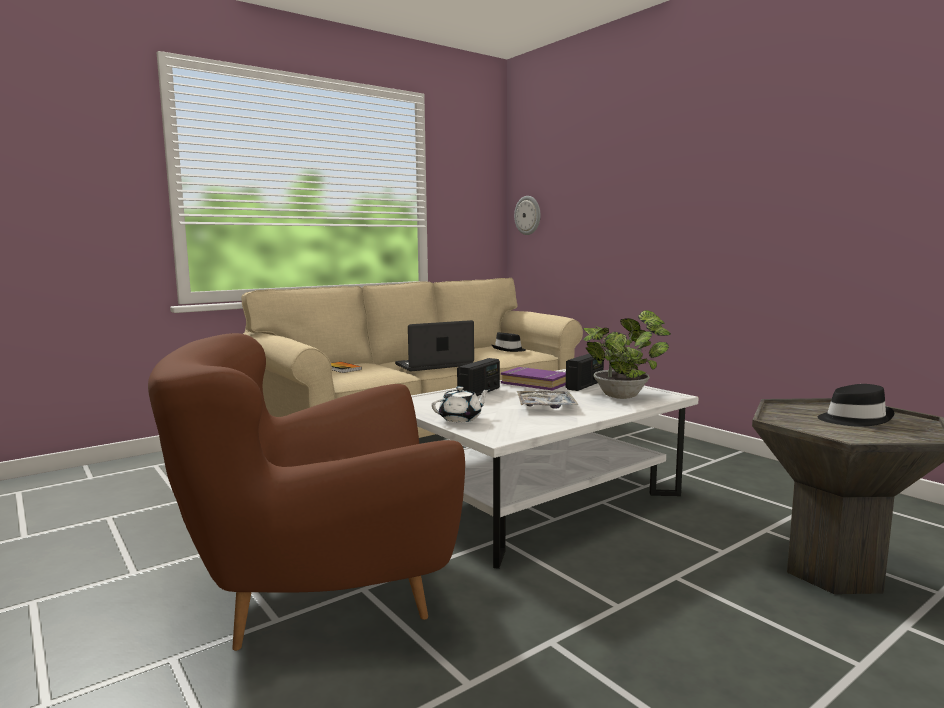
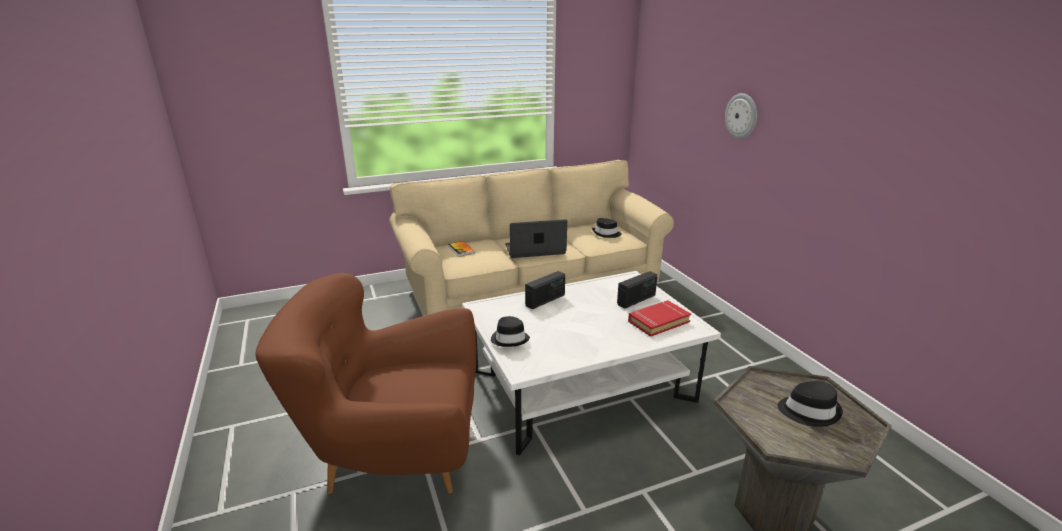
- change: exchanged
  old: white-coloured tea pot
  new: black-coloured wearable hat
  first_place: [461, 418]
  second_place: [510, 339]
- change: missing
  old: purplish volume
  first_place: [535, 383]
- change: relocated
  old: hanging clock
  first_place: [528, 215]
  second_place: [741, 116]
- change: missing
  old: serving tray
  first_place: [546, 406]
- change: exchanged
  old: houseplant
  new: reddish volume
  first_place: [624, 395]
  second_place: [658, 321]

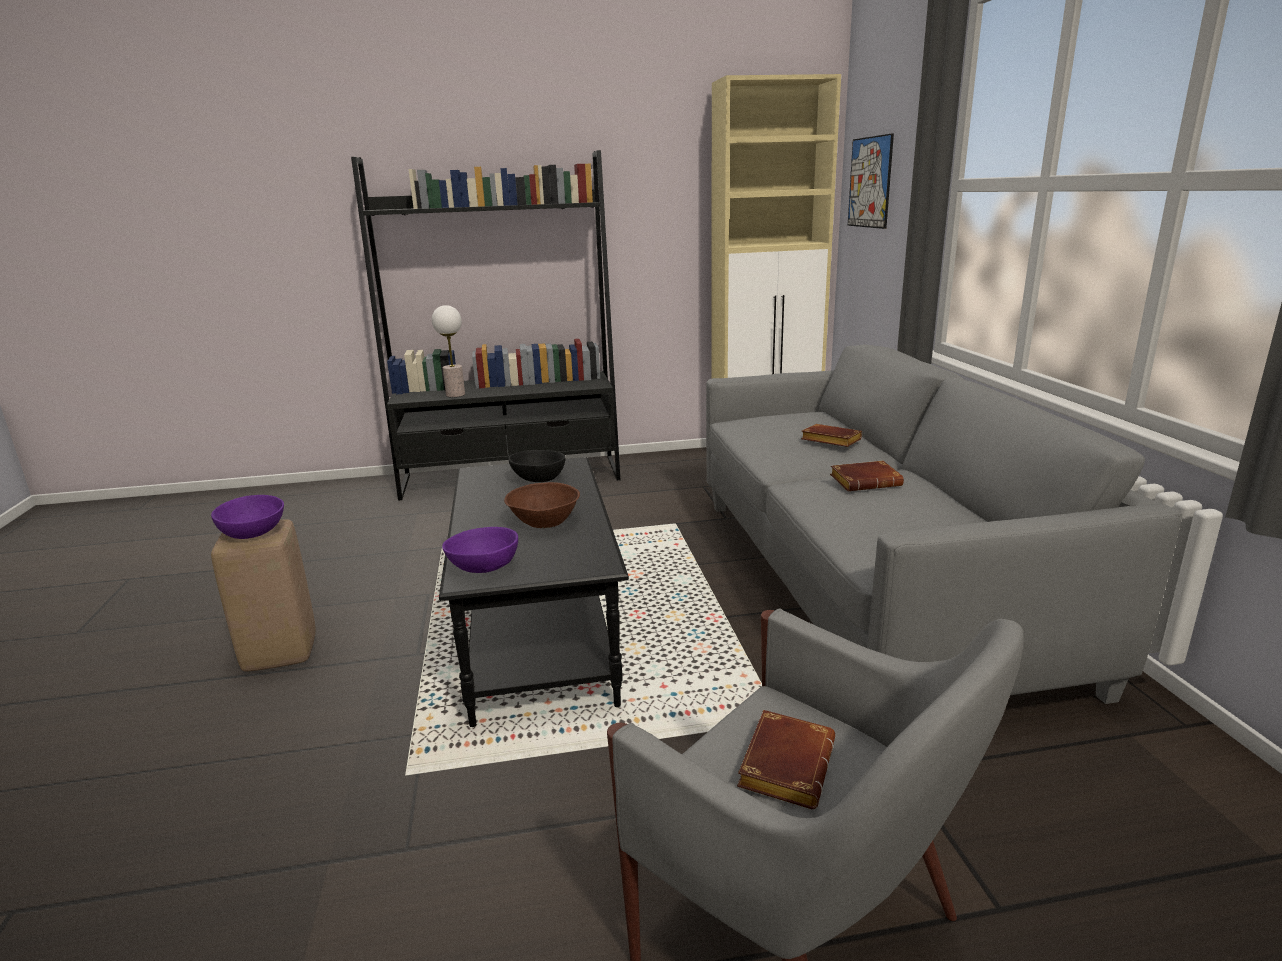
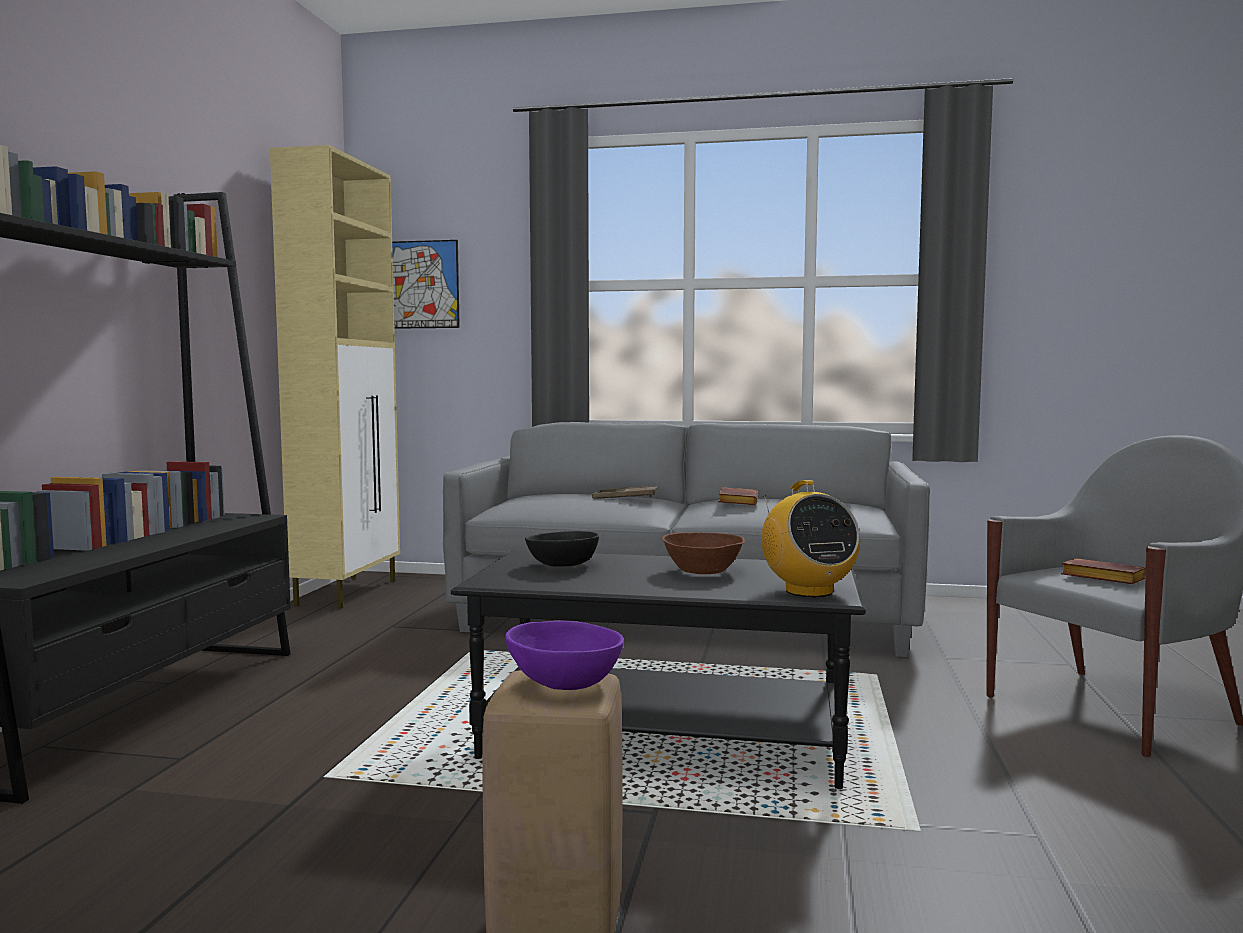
- change: missing
  old: table lamp
  first_place: [456, 394]
- change: exchanged
  old: purplish deep dish
  new: radio set
  first_place: [485, 567]
  second_place: [808, 591]
- change: exchanged
  old: brown-coloured volume
  new: brown-coloured serving tray
  first_place: [829, 441]
  second_place: [625, 497]

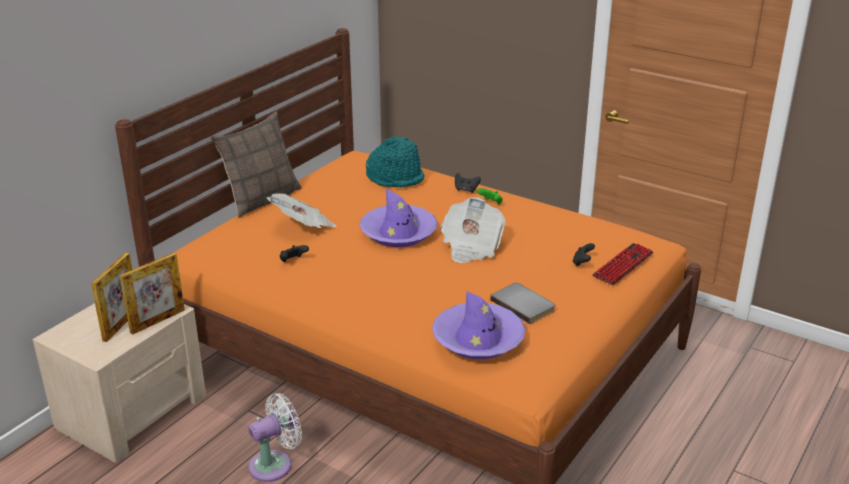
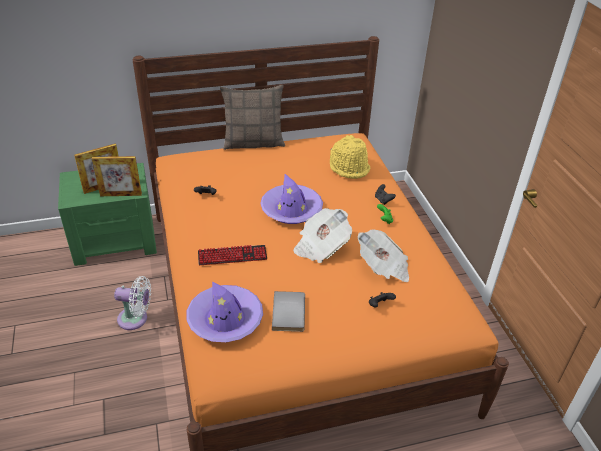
- change: colour
  old: beige bedside table
  new: greenish bedside table
  first_place: [133, 411]
  second_place: [115, 240]
- change: relocated
  old: newspaper
  first_place: [303, 227]
  second_place: [383, 267]
- change: colour
  old: turquoise-coloured wearable hat
  new: yellowish wearable hat
  first_place: [395, 178]
  second_place: [349, 167]
- change: relocated
  old: PC keyboard
  first_place: [623, 265]
  second_place: [232, 256]

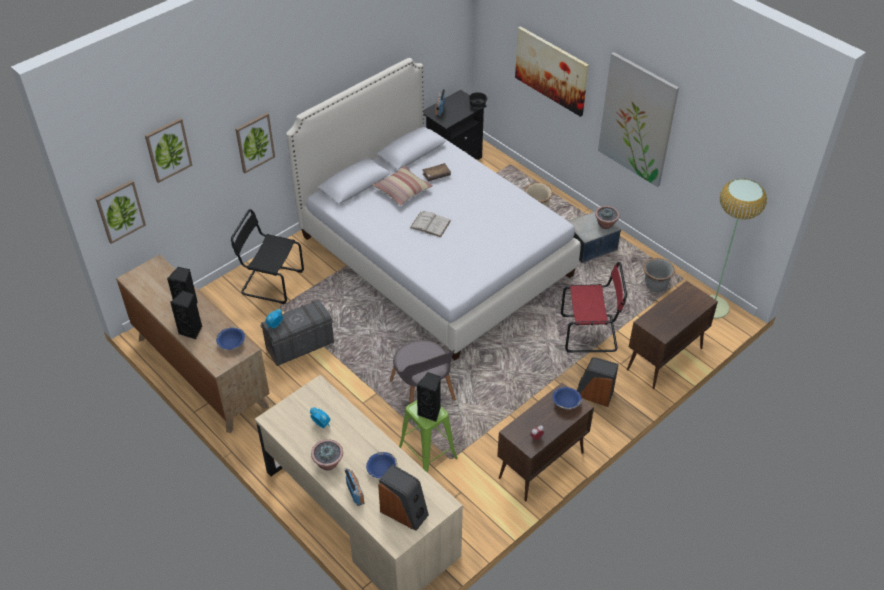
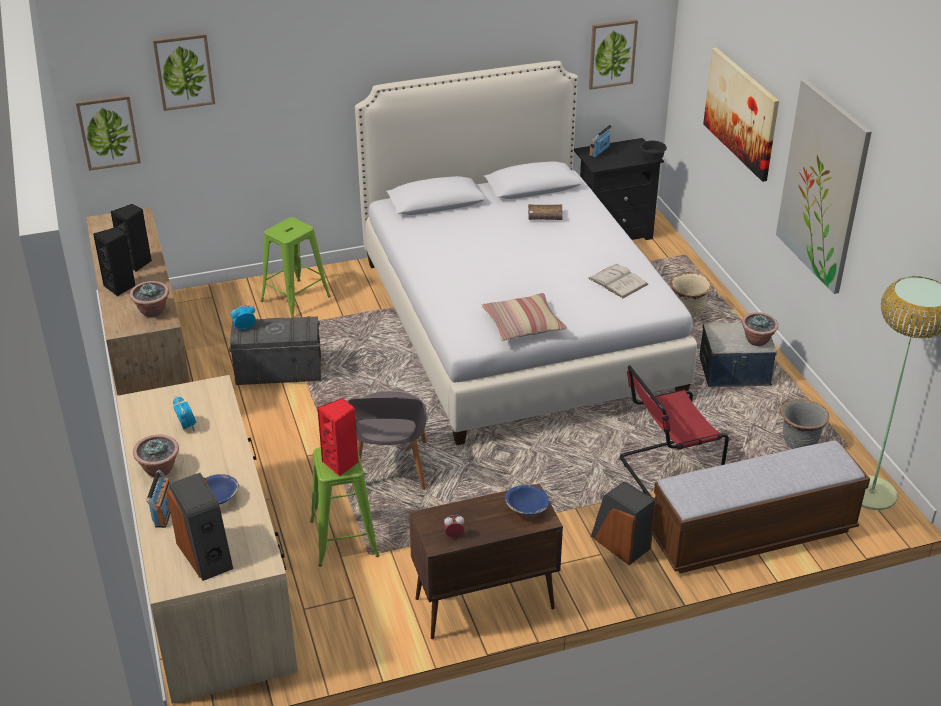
- change: exchanged
  old: bluish deep dish
  new: houseplant
  first_place: [231, 343]
  second_place: [152, 311]
- change: exchanged
  old: black-coloured chair
  new: greenish sitting stool
  first_place: [270, 282]
  second_place: [295, 299]
- change: relocated
  old: picture
  first_place: [254, 142]
  second_place: [612, 53]
- change: relocated
  old: throw pillow
  first_place: [402, 190]
  second_place: [523, 325]
- change: relocated
  old: white-coloured volume
  first_place: [430, 224]
  second_place: [618, 281]
- change: colour
  old: black-coloured loudspeaker
  new: reddish loudspeaker
  first_place: [430, 412]
  second_place: [341, 463]
- change: spun
  old: reddish chair
  first_place: [591, 333]
  second_place: [665, 471]
  degrees: 135
- change: exchanged
  old: brown-coloured cabinet
  new: bench
  first_place: [664, 359]
  second_place: [752, 534]

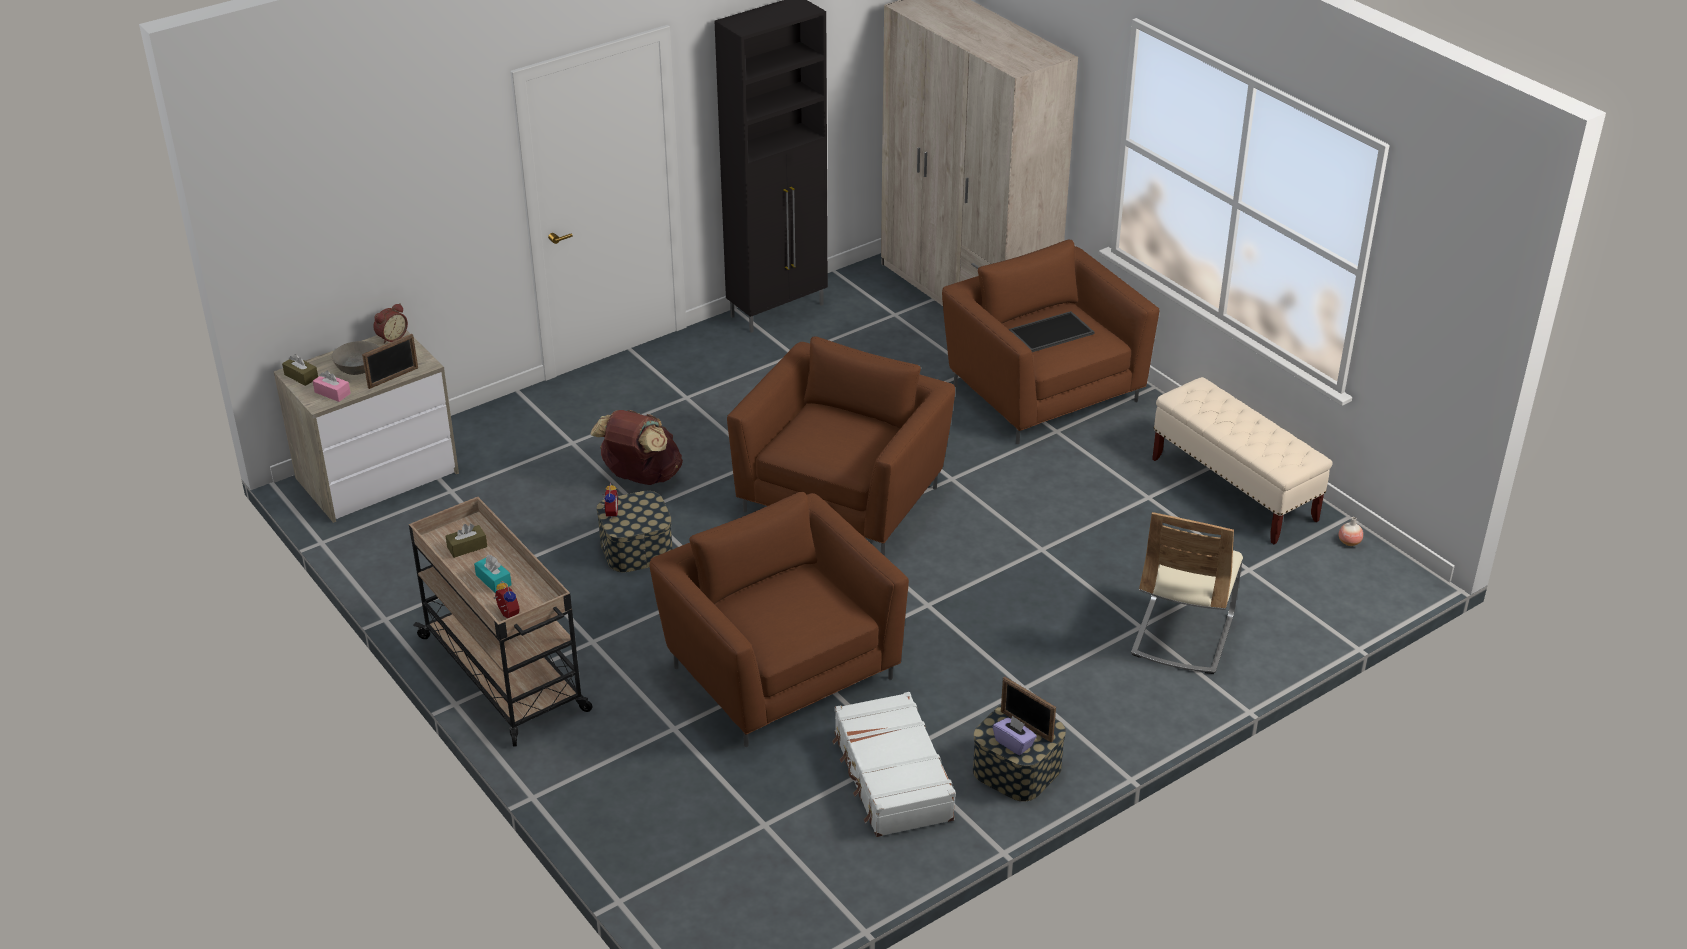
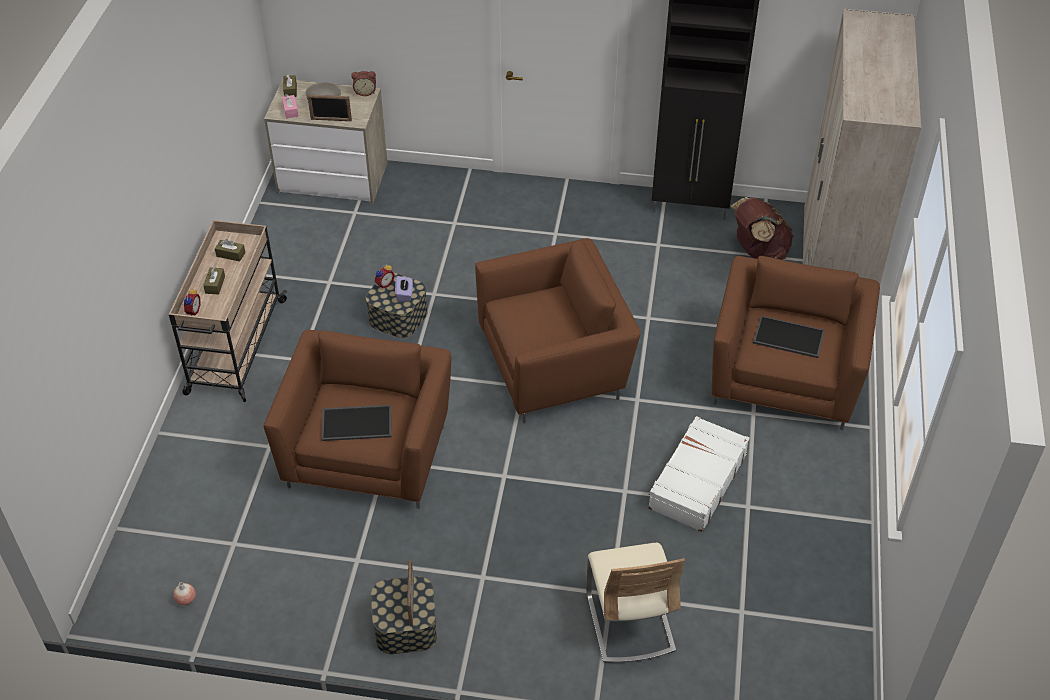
- change: colour
  old: turquoise-coloured tissue box
  new: brown-coloured tissue box
  first_place: [493, 580]
  second_place: [215, 285]
- change: relocated
  old: brown-coloured rucksack
  first_place: [640, 477]
  second_place: [758, 252]
- change: relocated
  old: white-coloured travel case
  first_place: [891, 777]
  second_place: [696, 481]
- change: relocated
  old: purplish tissue box
  first_place: [1014, 743]
  second_place: [404, 294]
- change: spun
  old: beige chair
  first_place: [1182, 634]
  second_place: [630, 621]
  degrees: -75
- change: missing
  old: beige bench
  first_place: [1234, 490]
- change: relocated
  old: flower vase
  first_place: [1349, 542]
  second_place: [186, 599]
- change: appeared
  new: serving tray
  second_place: [357, 422]

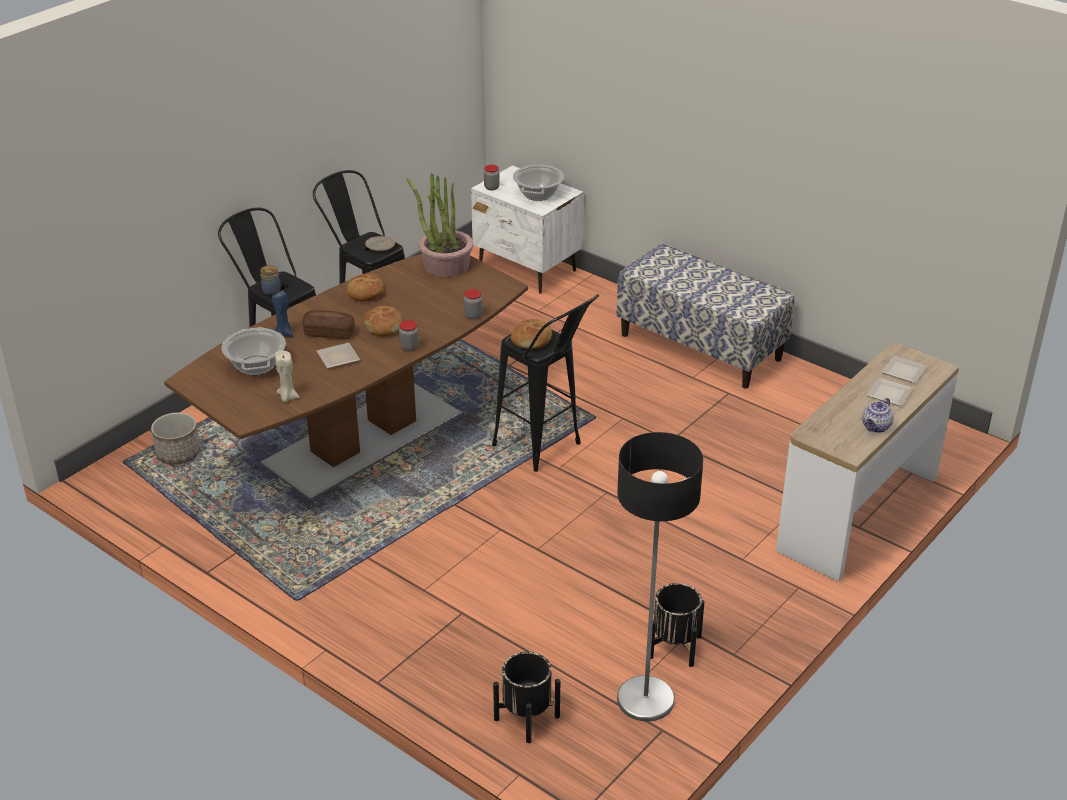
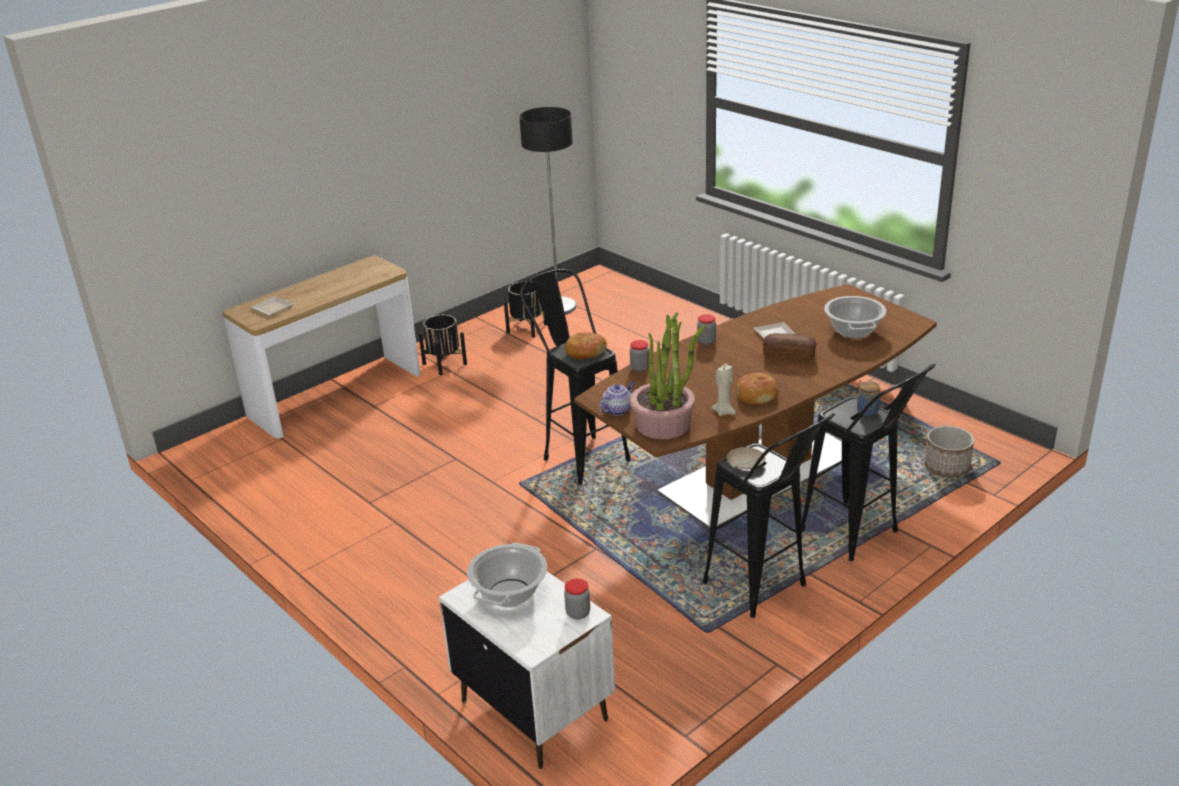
- change: missing
  old: bluish wax candle
  first_place: [284, 334]
- change: relocated
  old: beige wax candle
  first_place: [287, 397]
  second_place: [724, 412]
- change: missing
  old: bread
  first_place: [384, 326]
- change: relocated
  old: black-coloured flower pot
  first_place: [527, 718]
  second_place: [444, 363]
- change: missing
  old: bench
  first_place: [701, 347]
- change: relocated
  old: tea pot
  first_place: [876, 427]
  second_place: [617, 410]
- change: missing
  old: plate
  first_place: [890, 394]

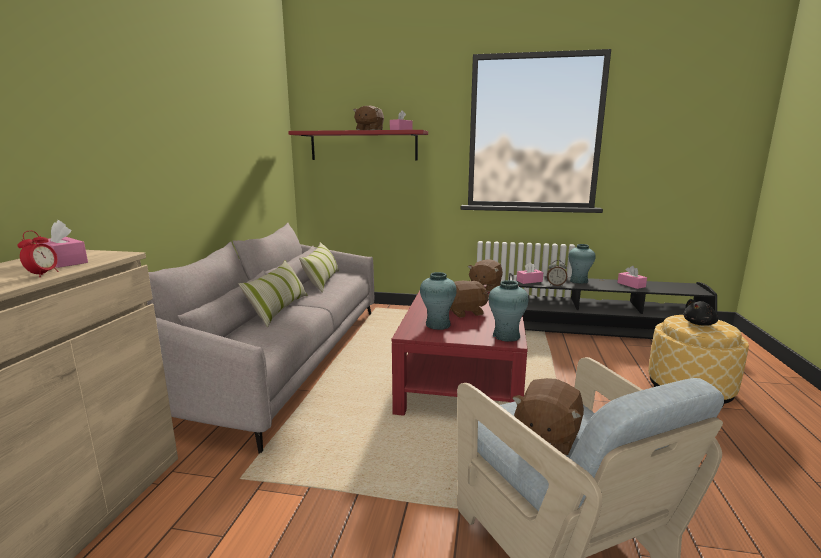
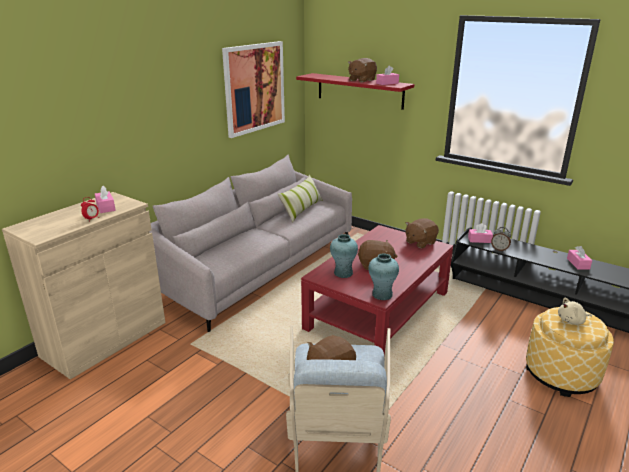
- change: missing
  old: throw pillow
  first_place: [279, 309]
- change: missing
  old: turquoise-coloured flower vase
  first_place: [579, 281]
- change: colour
  old: black-coloured plush toy
  new: beige plush toy
  first_place: [699, 324]
  second_place: [572, 321]
- change: appeared
  new: picture
  second_place: [254, 88]

